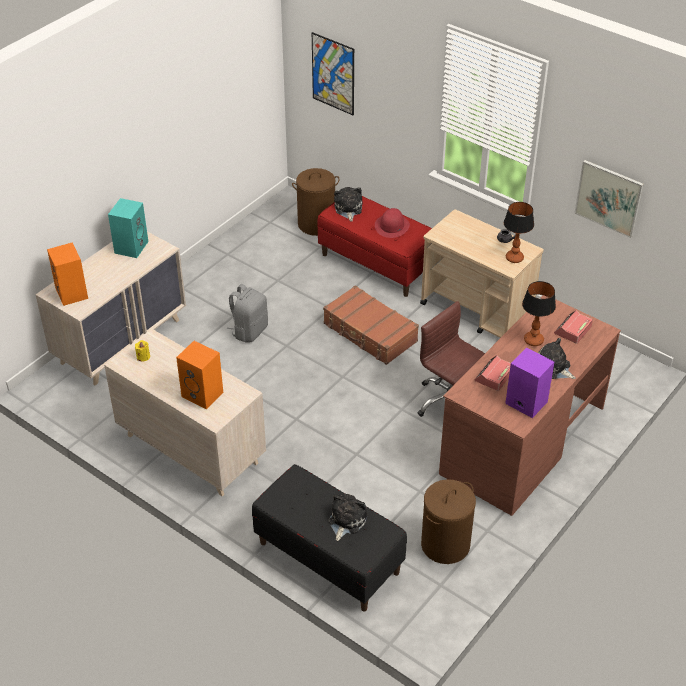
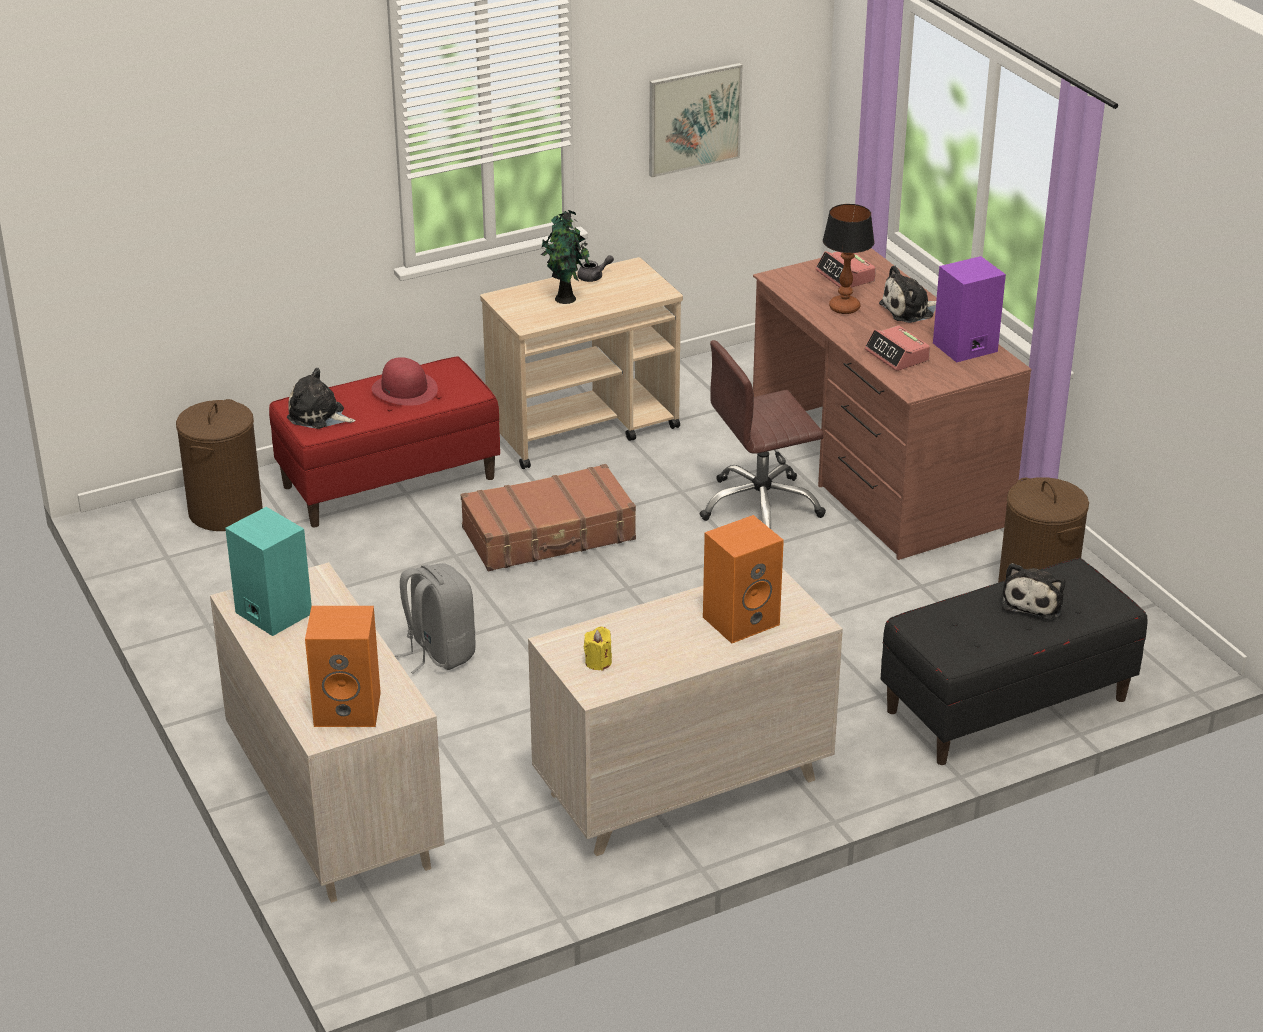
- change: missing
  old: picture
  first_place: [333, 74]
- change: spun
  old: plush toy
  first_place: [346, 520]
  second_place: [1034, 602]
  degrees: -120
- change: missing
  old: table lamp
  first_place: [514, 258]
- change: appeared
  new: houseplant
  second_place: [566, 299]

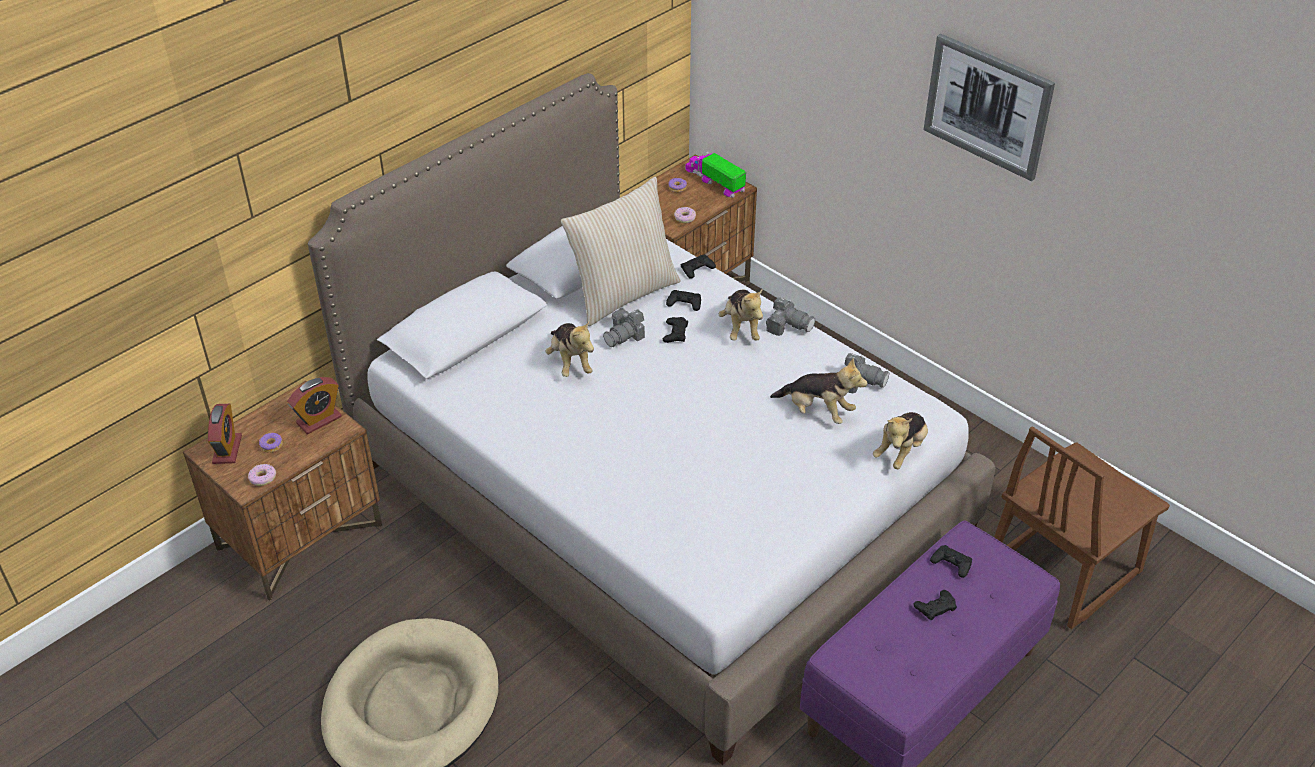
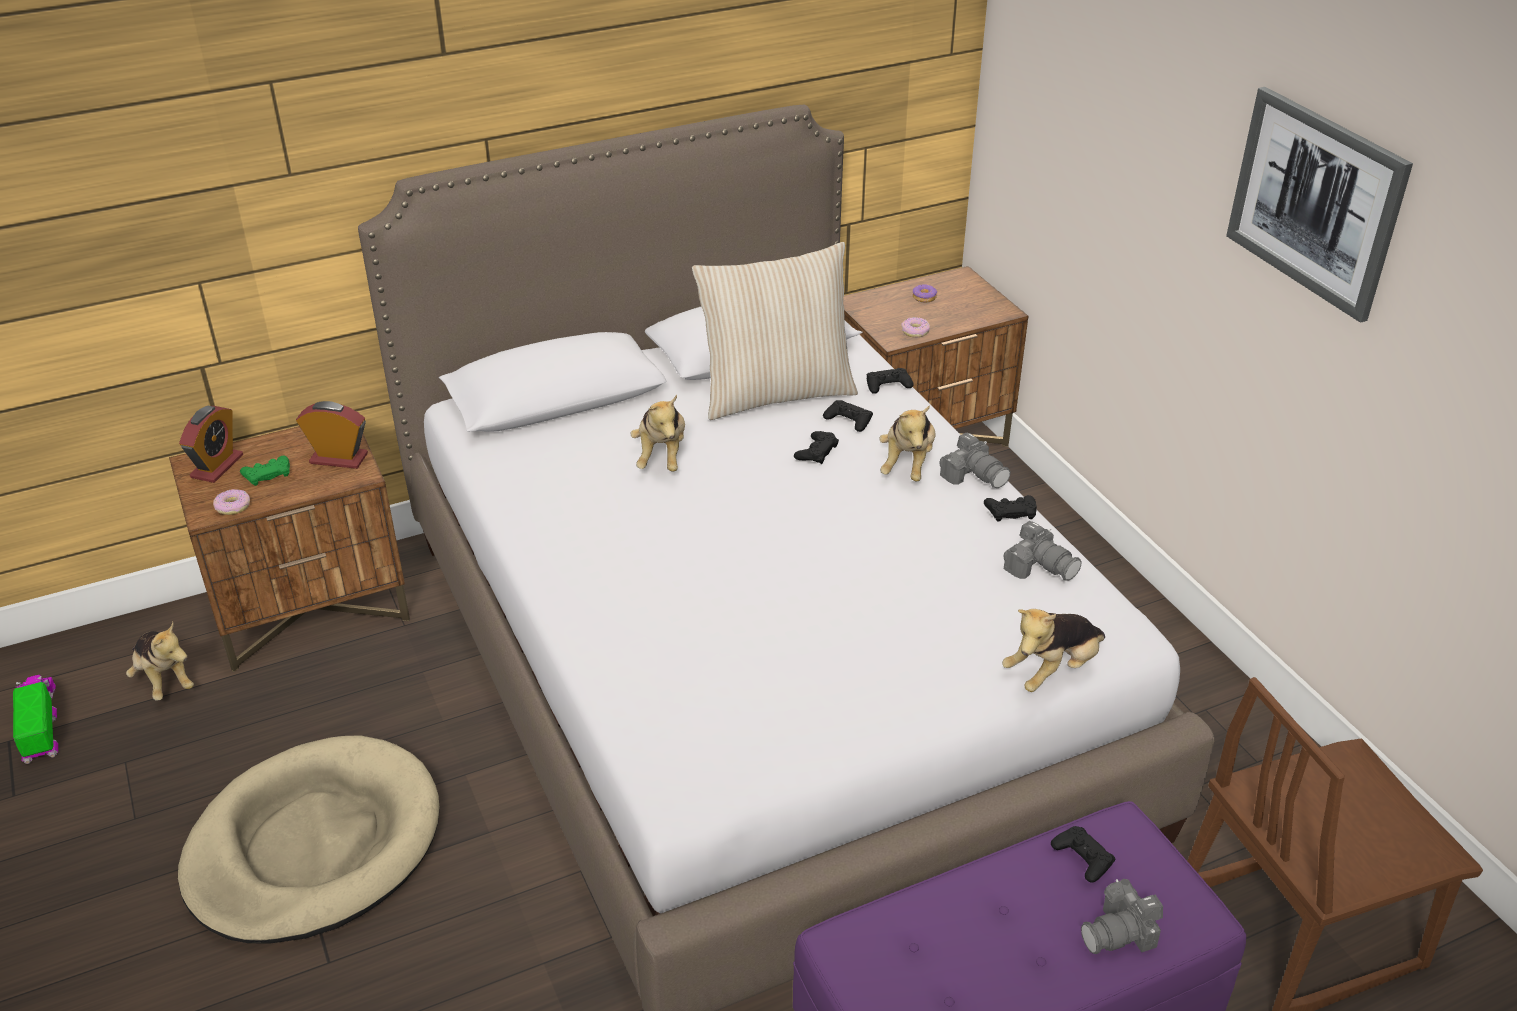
- change: exchanged
  old: ring doughnut
  new: greenish game controller
  first_place: [271, 446]
  second_place: [267, 474]
- change: spun
  old: alarm clock
  first_place: [319, 420]
  second_place: [339, 458]
  degrees: -150
- change: relocated
  old: photo camera
  first_place: [625, 335]
  second_place: [1120, 932]
- change: relocated
  old: model truck
  first_place: [715, 181]
  second_place: [40, 725]
- change: relocated
  old: plush toy
  first_place: [817, 411]
  second_place: [164, 680]
- change: relocated
  old: black-coloured game controller
  first_place: [935, 607]
  second_place: [1011, 511]

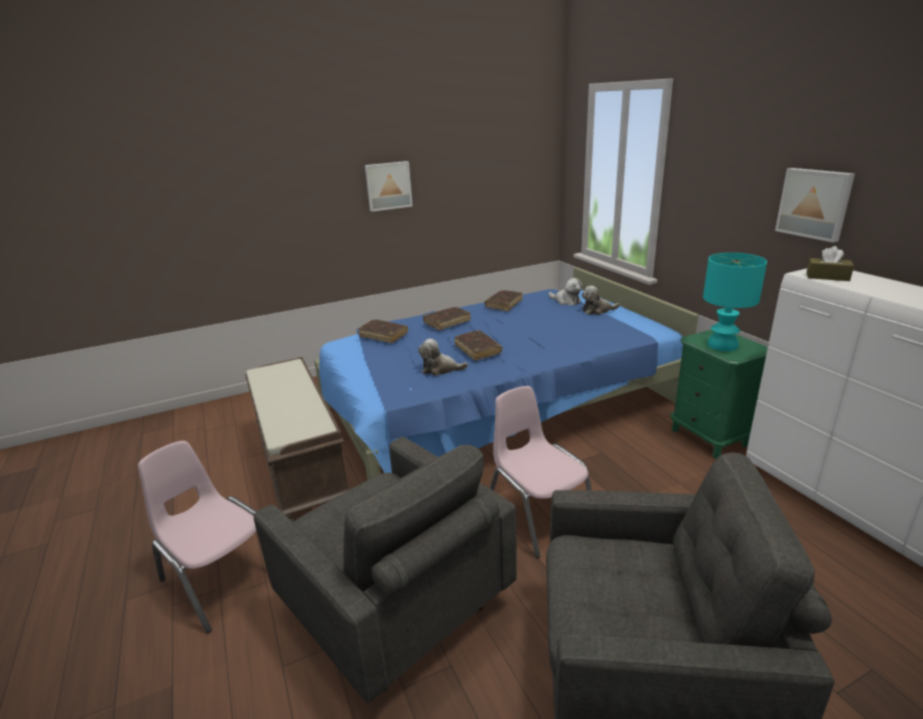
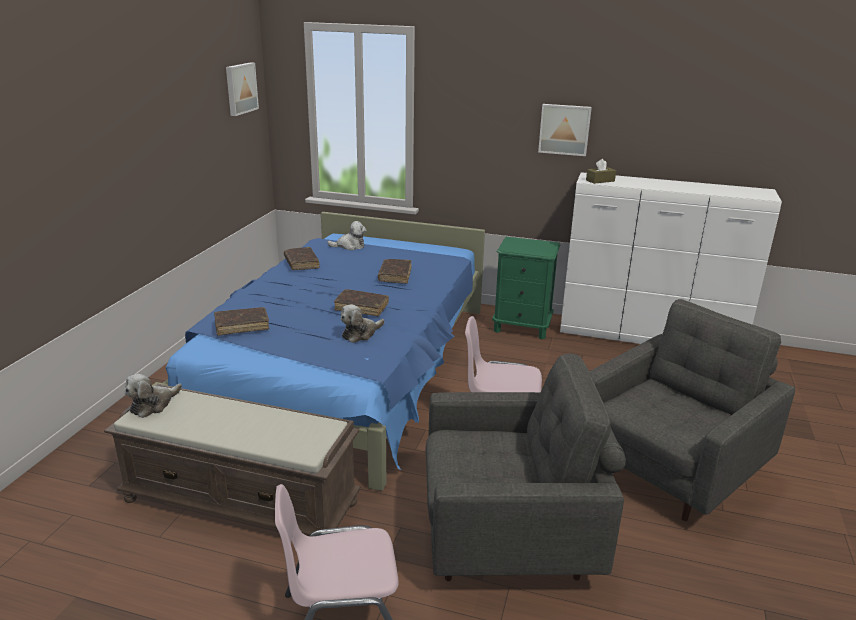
- change: relocated
  old: picture
  first_place: [388, 186]
  second_place: [240, 88]
- change: relocated
  old: brown-coloured volume
  first_place: [447, 322]
  second_place: [395, 275]
- change: relocated
  old: plush toy
  first_place: [597, 310]
  second_place: [153, 405]
- change: missing
  old: turquoise-coloured table lamp
  first_place: [723, 345]

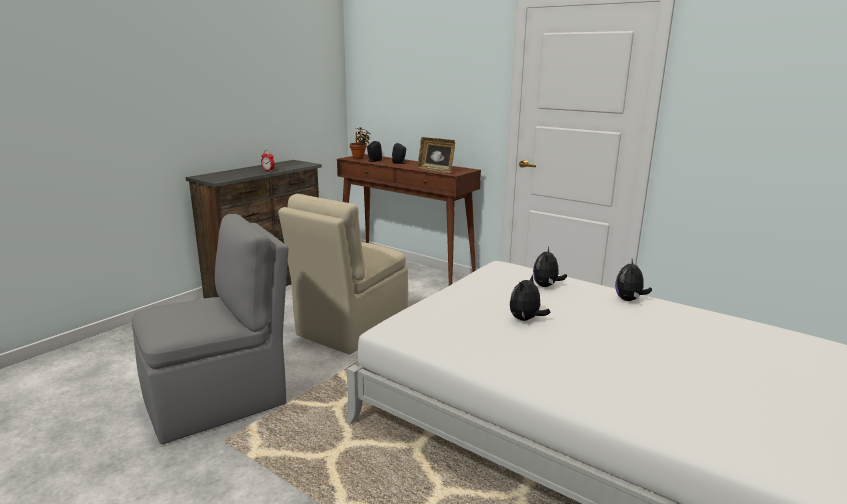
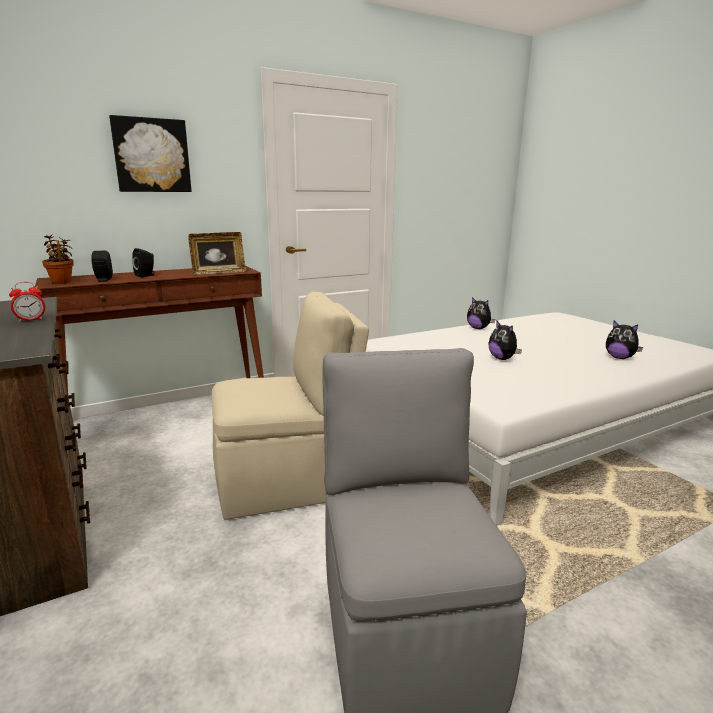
- change: spun
  old: beige chair
  first_place: [350, 328]
  second_place: [287, 482]
  degrees: -75
- change: relocated
  old: plush toy
  first_place: [546, 286]
  second_place: [619, 358]
- change: appeared
  new: picture
  second_place: [151, 155]

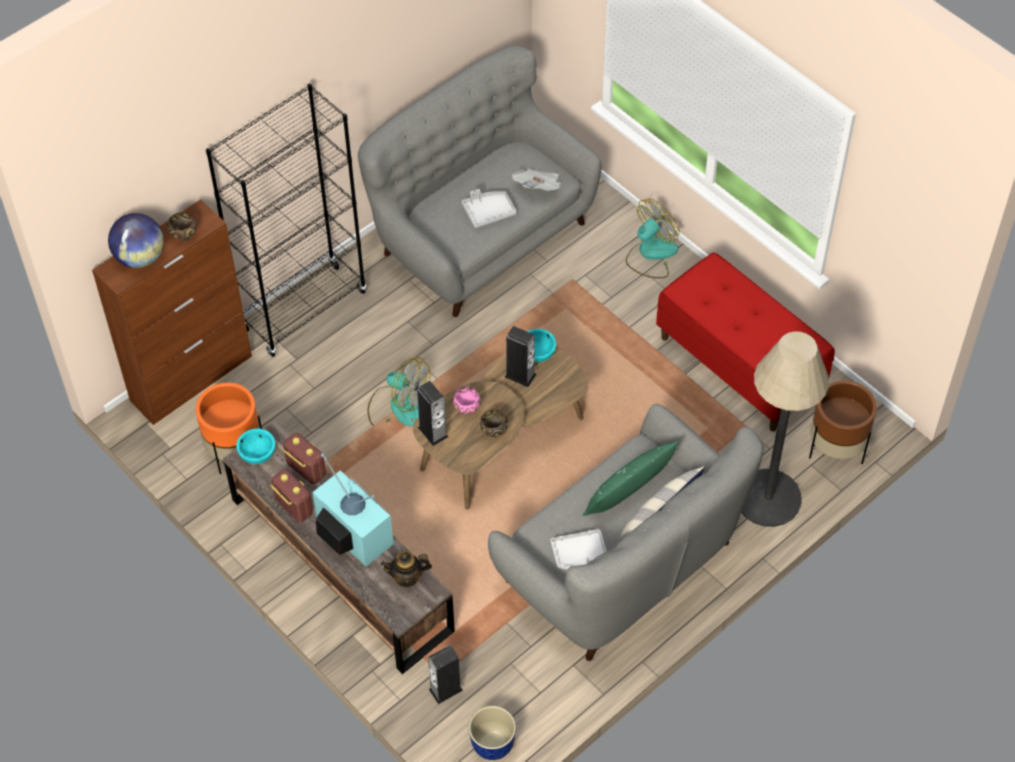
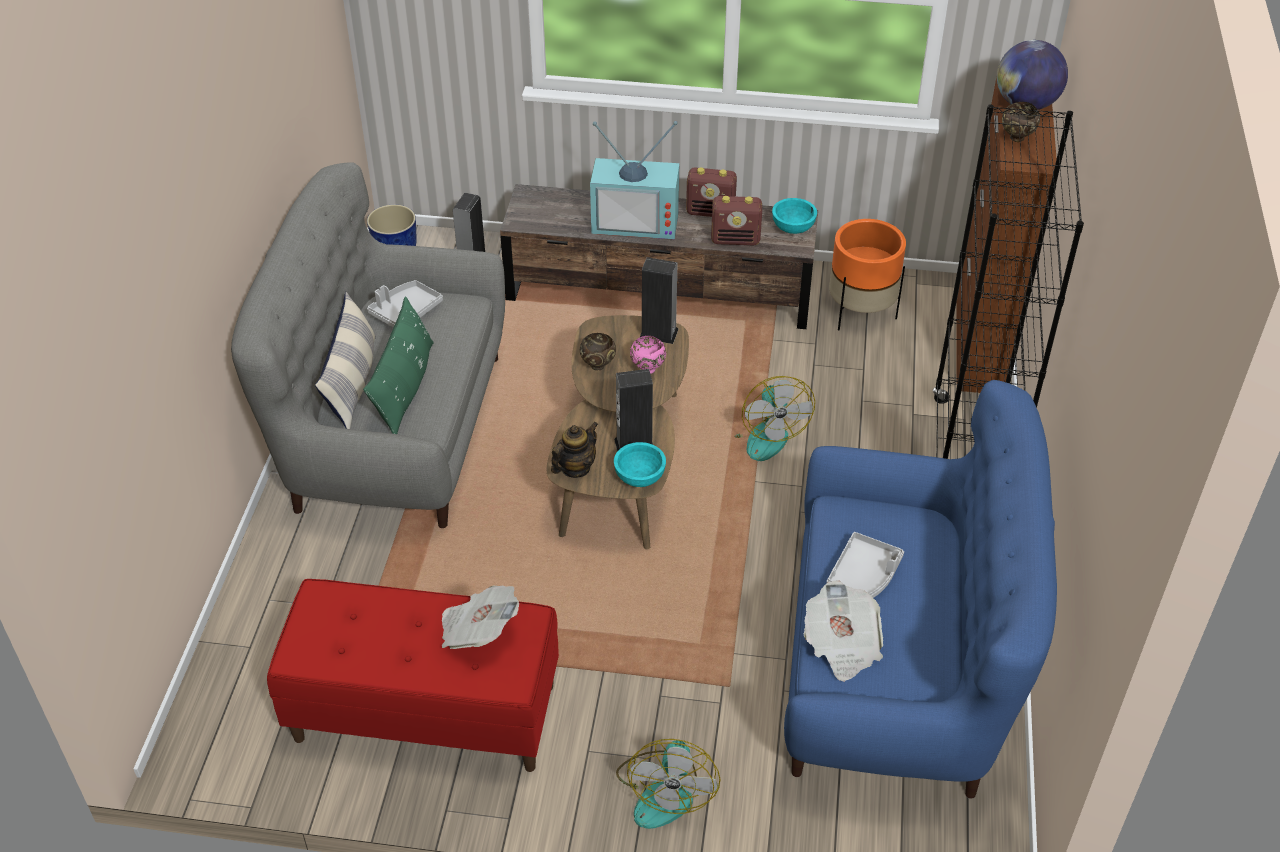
- change: colour
  old: greyish settee
  new: bluish settee
  first_place: [481, 234]
  second_place: [896, 669]
- change: spun
  old: fan
  first_place: [398, 406]
  second_place: [763, 434]
  degrees: -90
- change: relocated
  old: tea pot
  first_place: [407, 577]
  second_place: [575, 468]
- change: missing
  old: floor lamp
  first_place: [768, 498]
- change: missing
  old: brown-coloured flower pot
  first_place: [836, 448]
- change: appeared
  new: newspaper
  second_place: [478, 631]

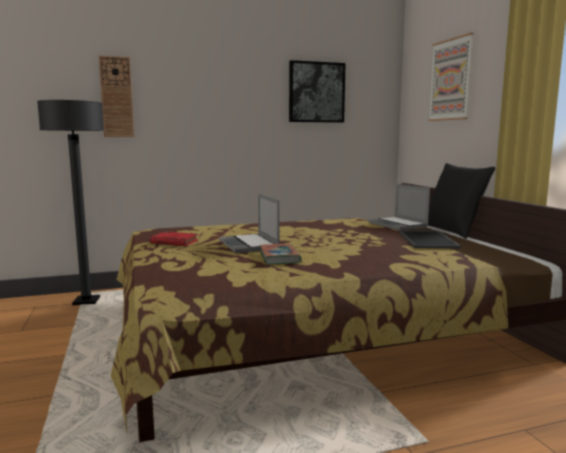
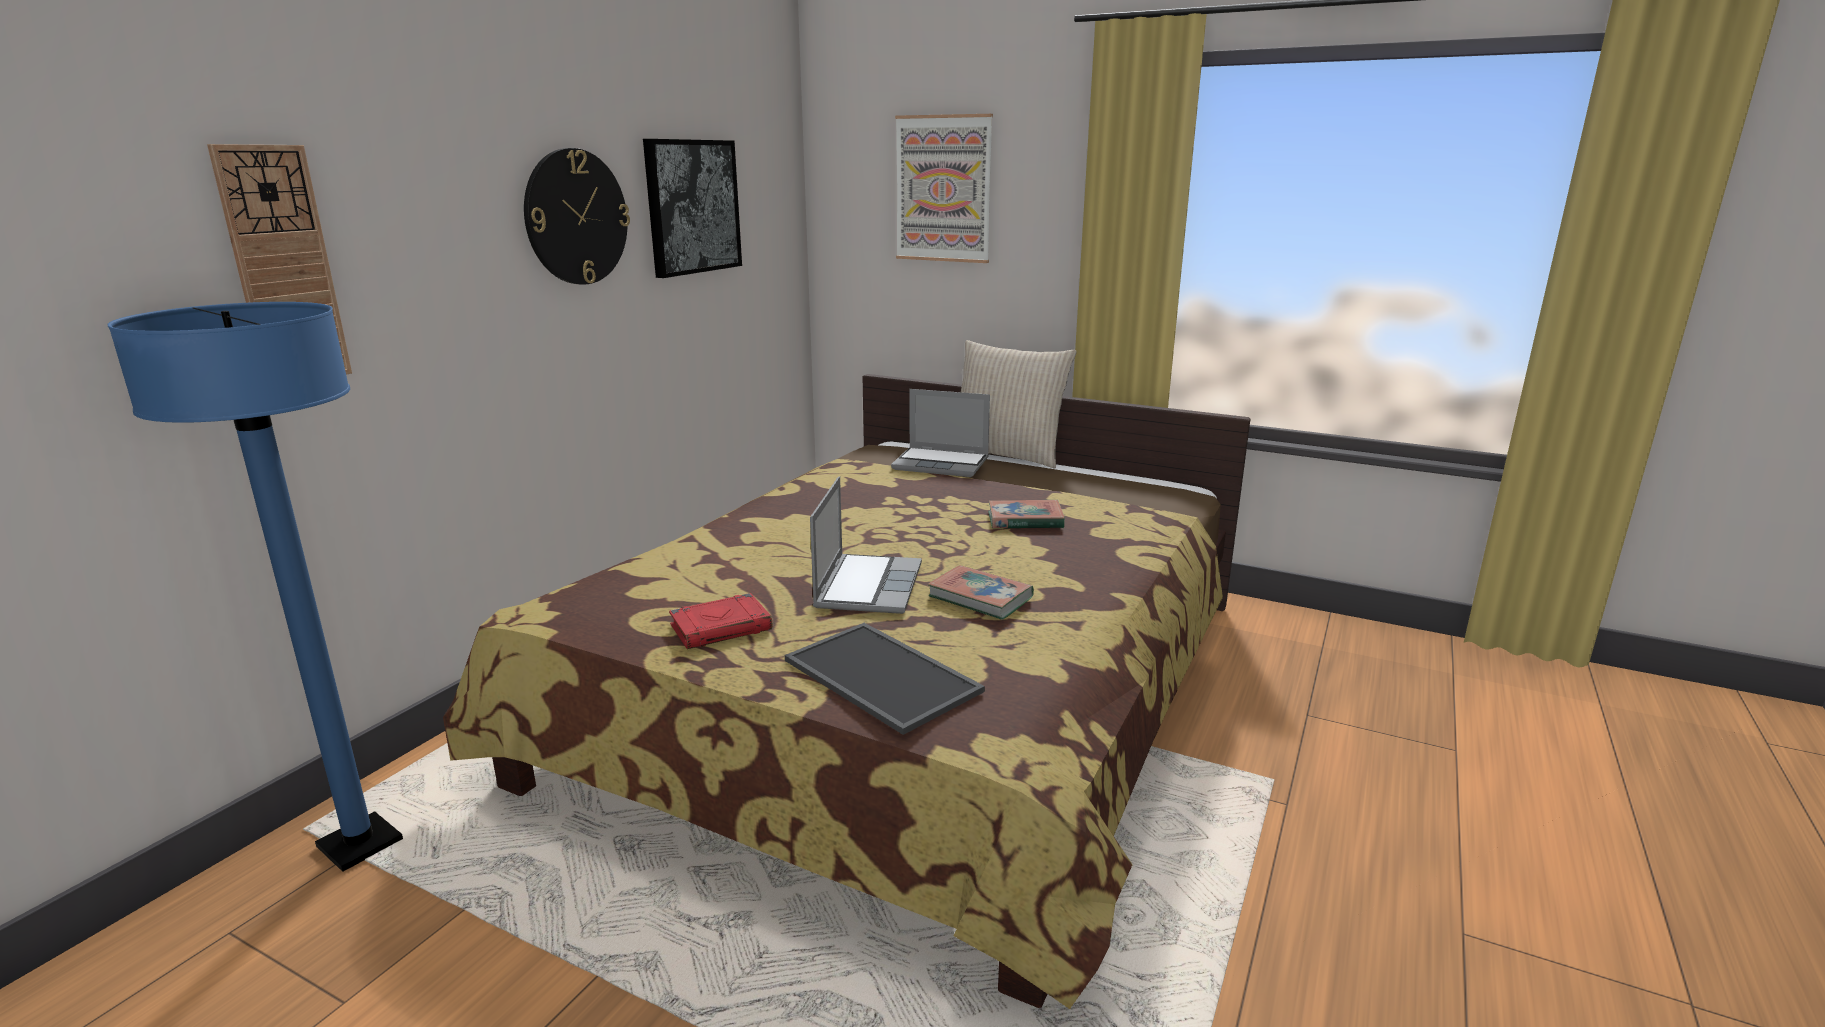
- change: colour
  old: black-coloured floor lamp
  new: bluish floor lamp
  first_place: [86, 301]
  second_place: [360, 844]
- change: spun
  old: portable computer
  first_place: [250, 245]
  second_place: [867, 585]
  degrees: -105
- change: relocated
  old: serving tray
  first_place: [428, 240]
  second_place: [885, 675]
- change: colour
  old: black-coloured throw pillow
  new: beige throw pillow
  first_place: [453, 231]
  second_place: [1007, 455]
- change: appeared
  new: hanging clock
  second_place: [576, 217]
- change: appeared
  new: volume
  second_place: [1025, 520]

